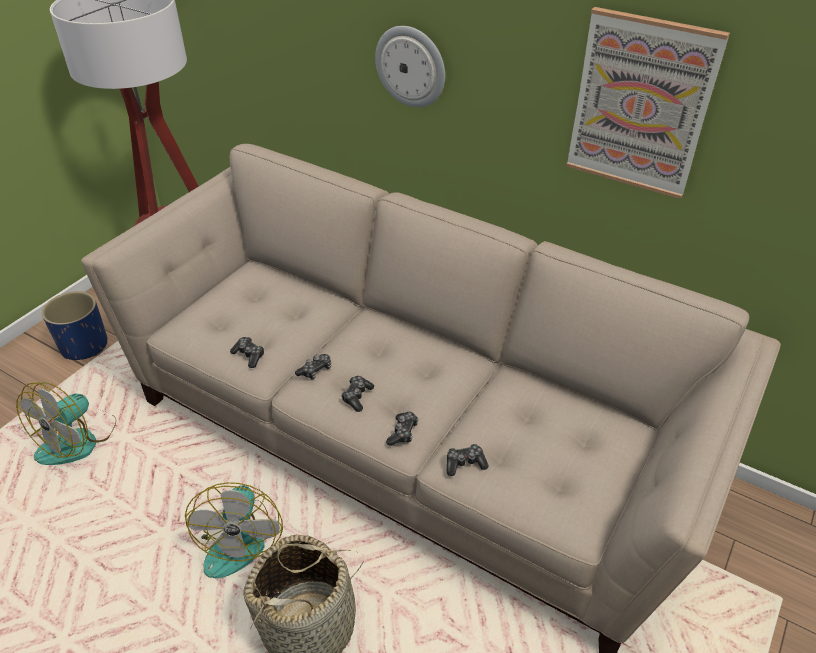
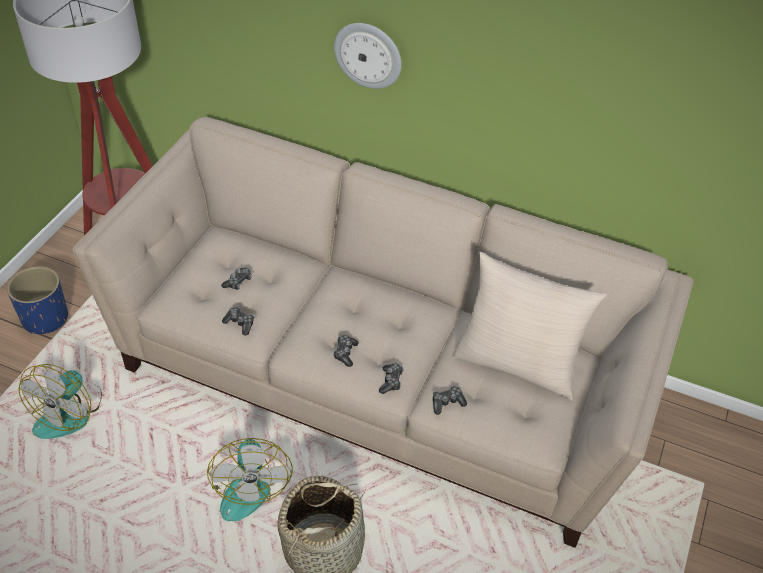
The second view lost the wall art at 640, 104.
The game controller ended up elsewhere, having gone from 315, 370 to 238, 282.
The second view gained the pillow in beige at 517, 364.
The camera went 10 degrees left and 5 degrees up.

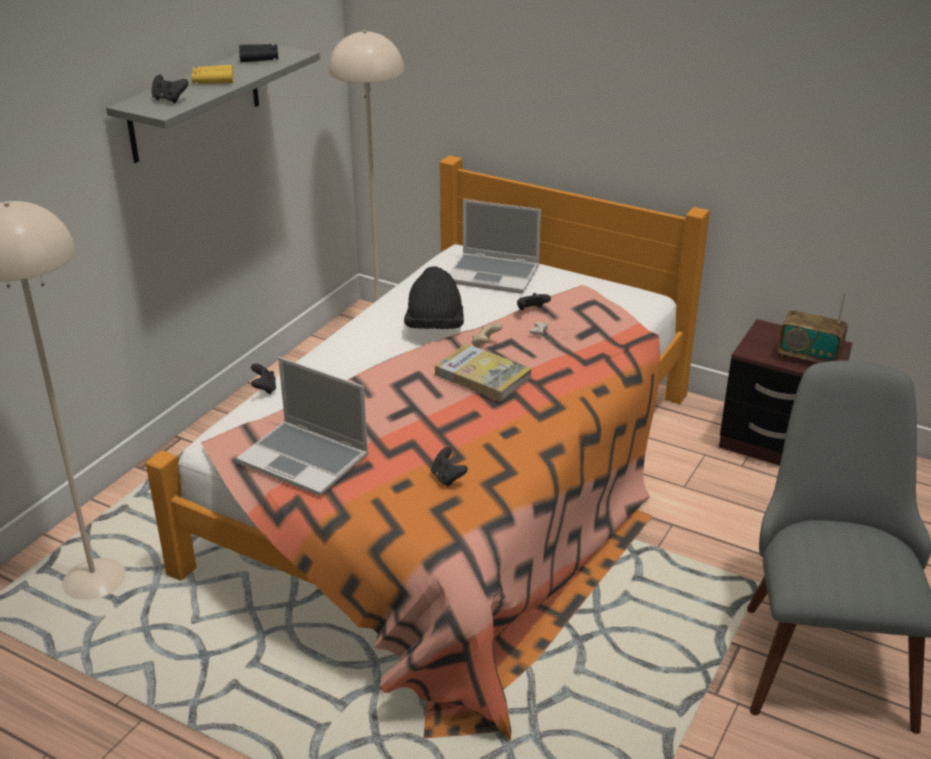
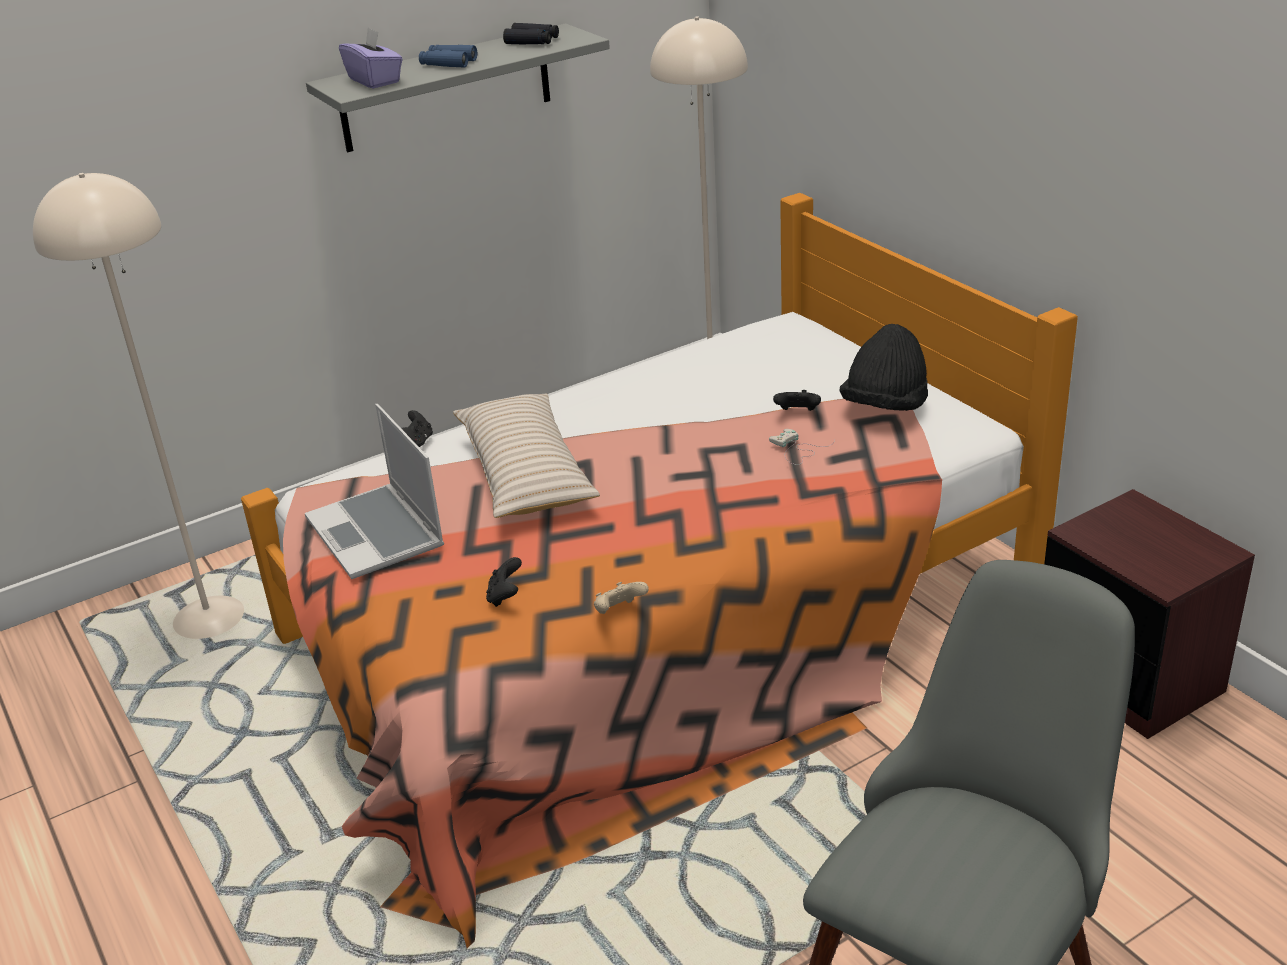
What was the pair of binoculars in yellow at 213, 80 turned into the pair of binoculars in bluish at 448, 63.
Where the game controller in blackish stood at 169, 100, the tissue box in purplish came to stand at 375, 80.
The second view lost the notebook computer at 494, 274.
The wearable hat in blackish ended up elsewhere, having gone from 434, 328 to 885, 406.
The second view lost the radio at 808, 358.
The game controller in beige ended up elsewhere, having gone from 485, 344 to 619, 611.
The second view lost the book at 482, 376.
The second view gained the pillow in beige at 525, 473.
The camera went 30 degrees right and 0 degrees up.

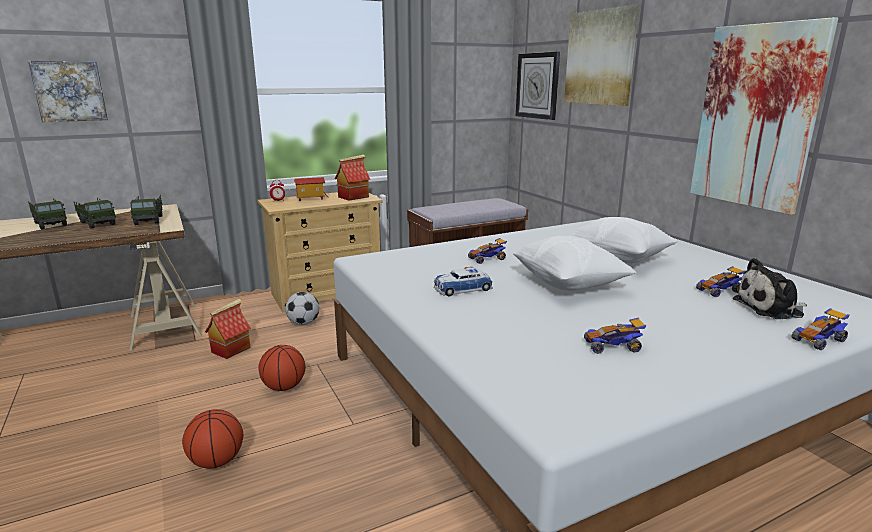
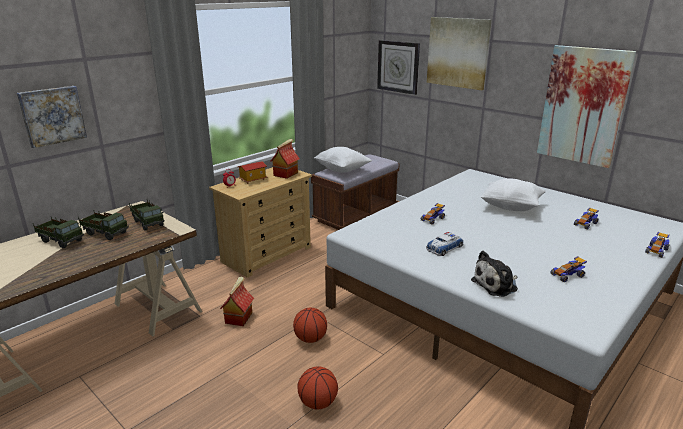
The pillow in whitish ended up elsewhere, having gone from 568, 285 to 342, 170.
The cuddly toy ended up elsewhere, having gone from 771, 308 to 496, 285.
The second view lost the ball for football at 303, 323.
The camera went 20 degrees left and 5 degrees up.

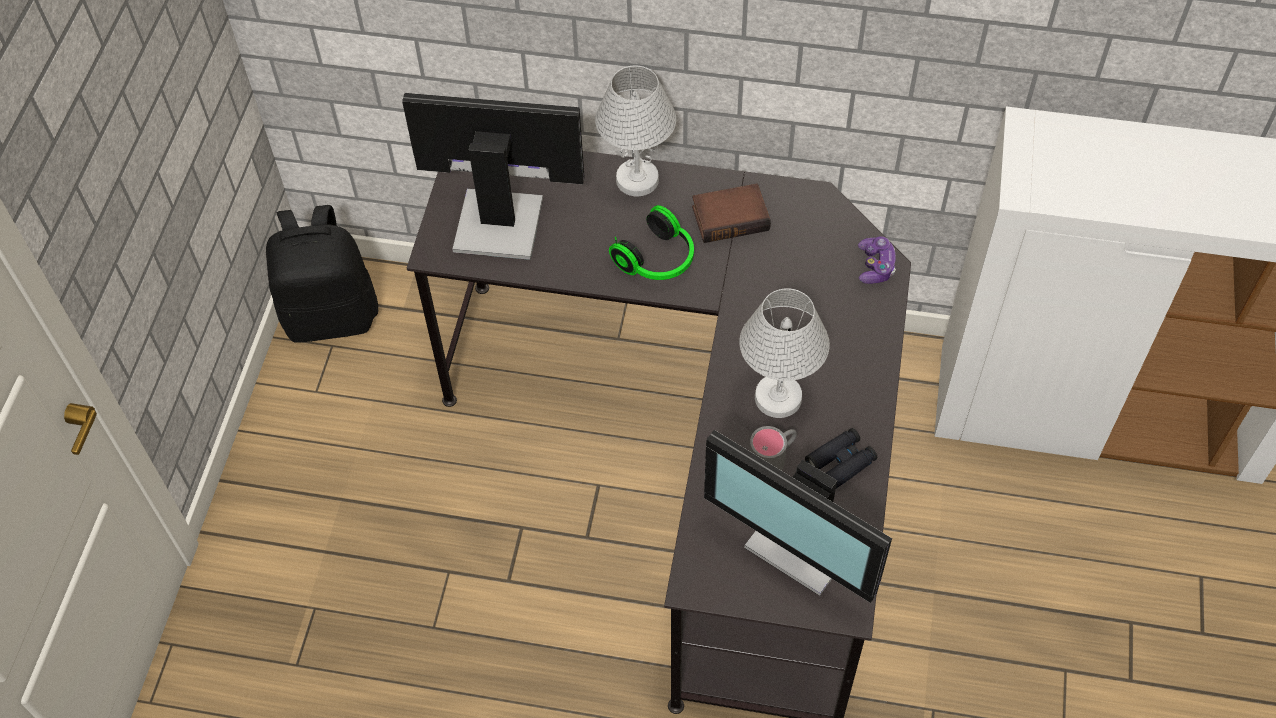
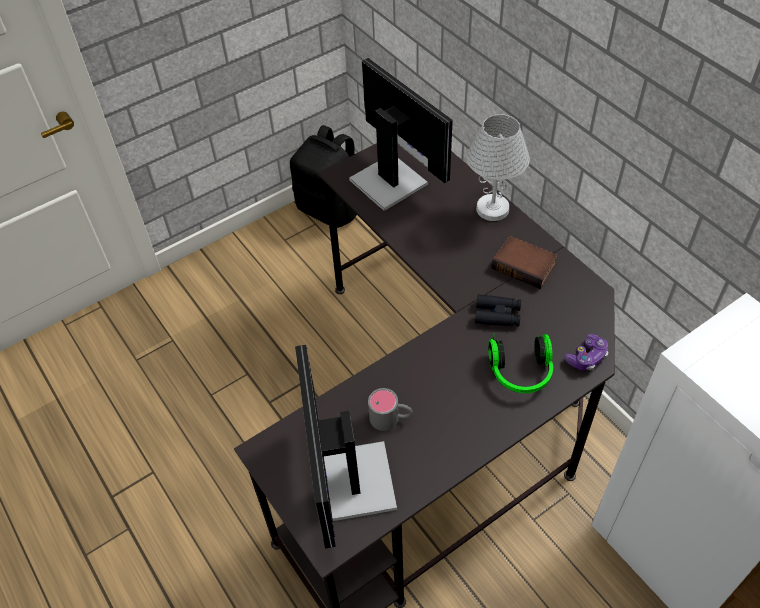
The headphones ended up elsewhere, having gone from 658, 260 to 521, 373.
The second view lost the tabletop lamp in whitish at 779, 397.
The pair of binoculars in blackish ended up elsewhere, having gone from 841, 462 to 497, 315.
The camera went 45 degrees right and 5 degrees down.

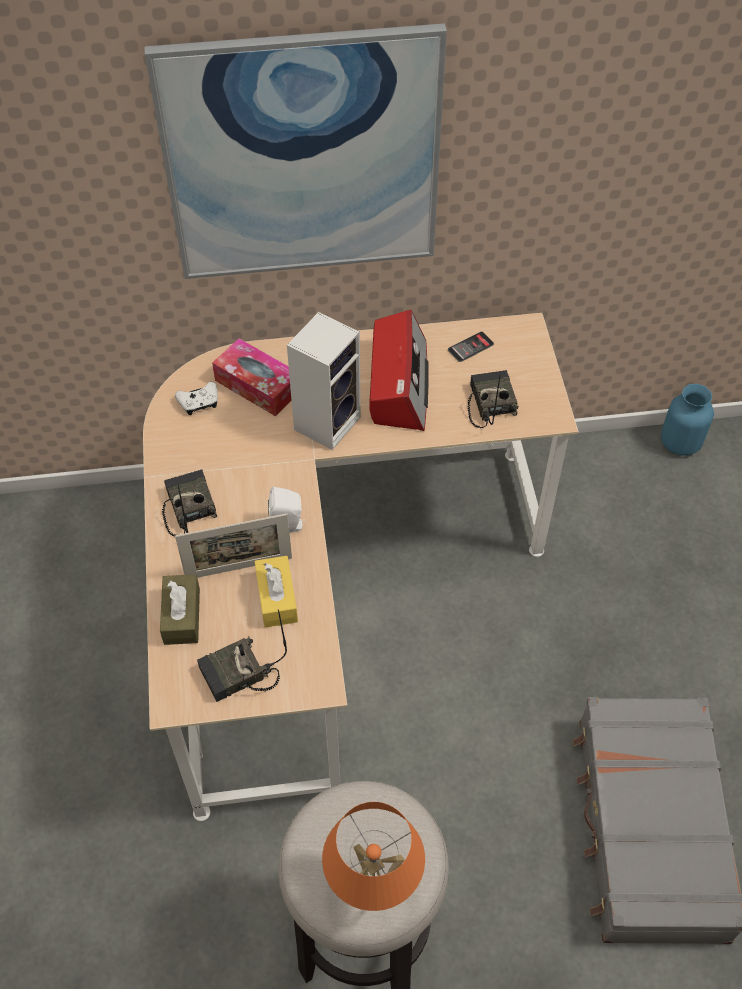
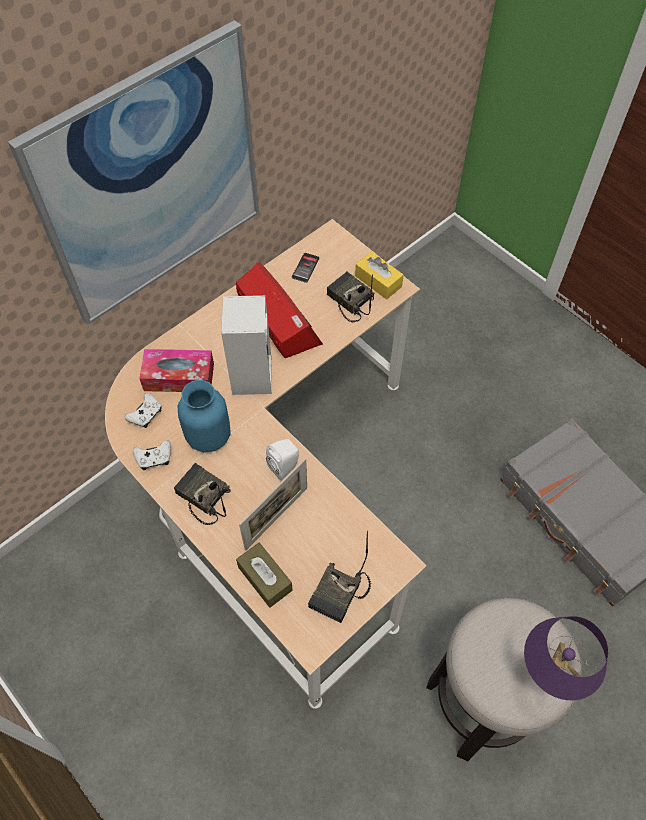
The vase in bluish ended up elsewhere, having gone from 680, 443 to 208, 435.
The tissue box in yellow ended up elsewhere, having gone from 277, 598 to 378, 281.
What was the tabletop lamp in orange-coloured at 373, 892 turned into the tabletop lamp in purplish at 543, 678.
The second view gained the game controller in whitish at 154, 458.
The camera went 35 degrees left and 5 degrees up.

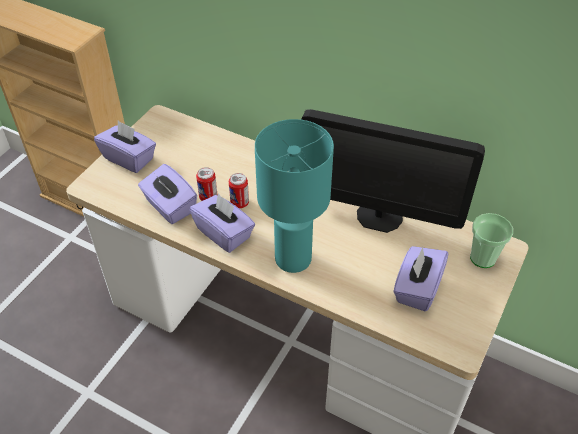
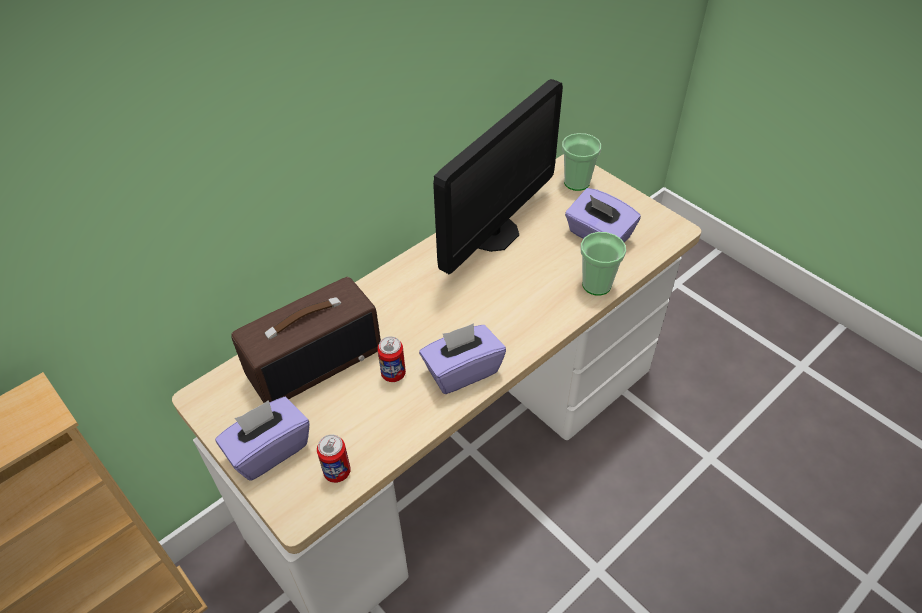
The second view lost the tabletop lamp in turquoise-coloured at 293, 260.
The second view lost the tissue box in purplish at 170, 207.
The sealed can ended up elsewhere, having gone from 239, 203 to 337, 472.
The second view gained the small cup at 596, 285.
The second view gained the radio at 315, 361.
The camera went 70 degrees left and 0 degrees up.

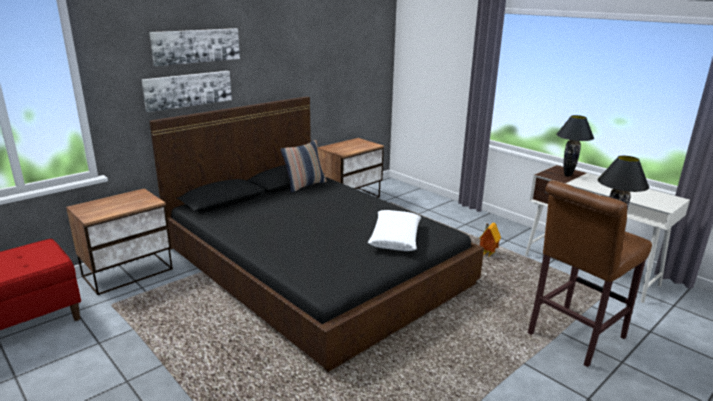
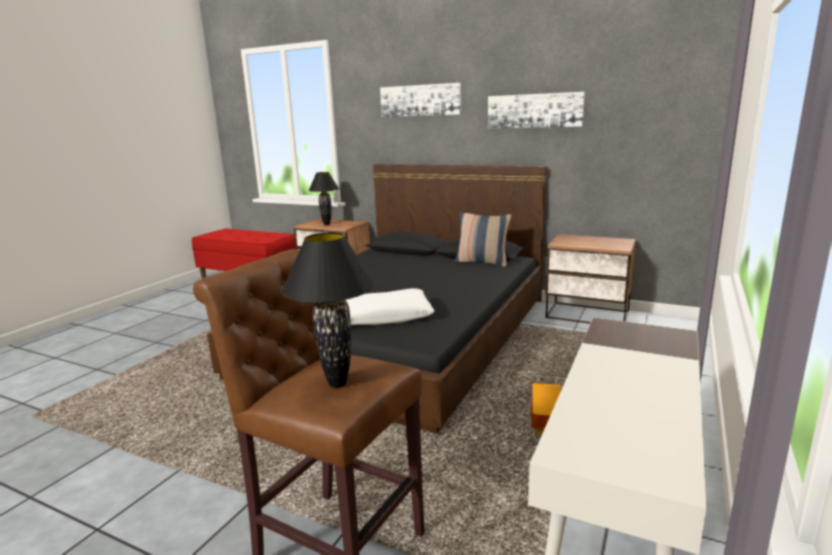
The wall art ended up elsewhere, having gone from 188, 90 to 534, 110.
The tabletop lamp in blackish ended up elsewhere, having gone from 567, 175 to 326, 224.
The camera went 70 degrees right and 5 degrees down.

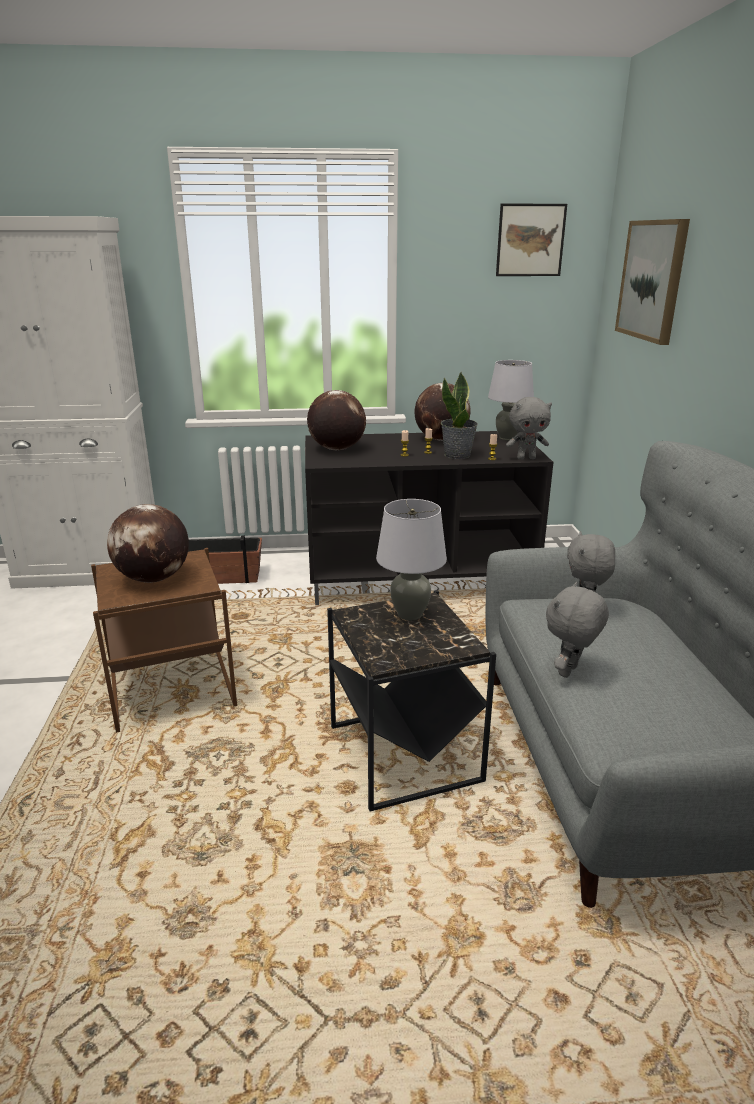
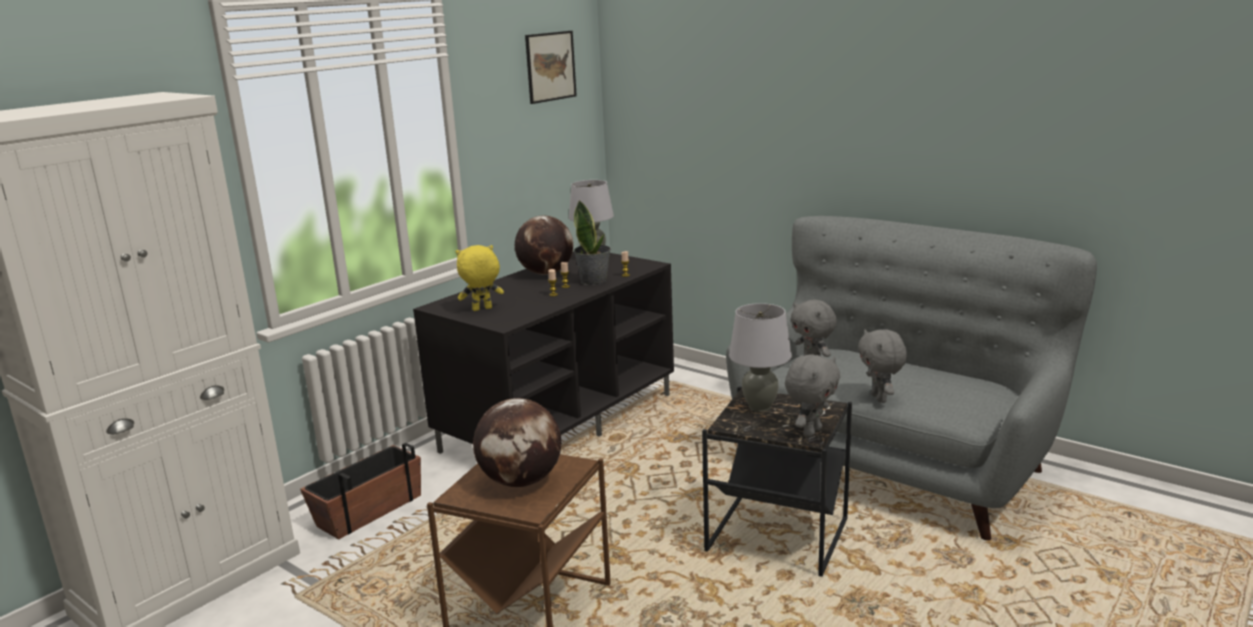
The second view lost the wall art at 652, 280.
Where the globe stood at 336, 449, the cuddly toy in yellow came to stand at 482, 309.
The cuddly toy in greyish ended up elsewhere, having gone from 526, 458 to 811, 431.
The camera went 45 degrees left and 5 degrees down.

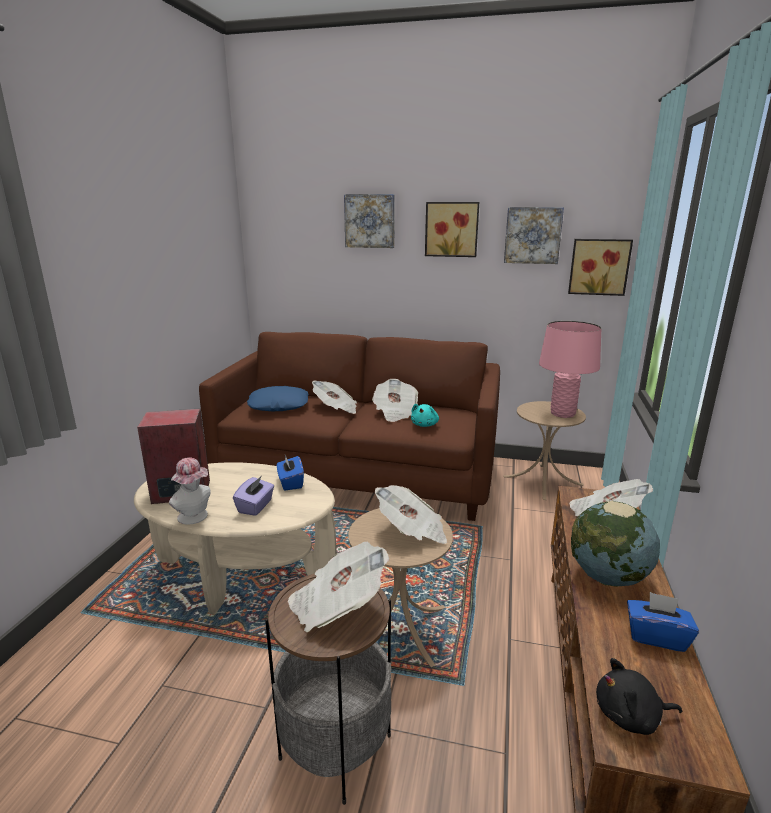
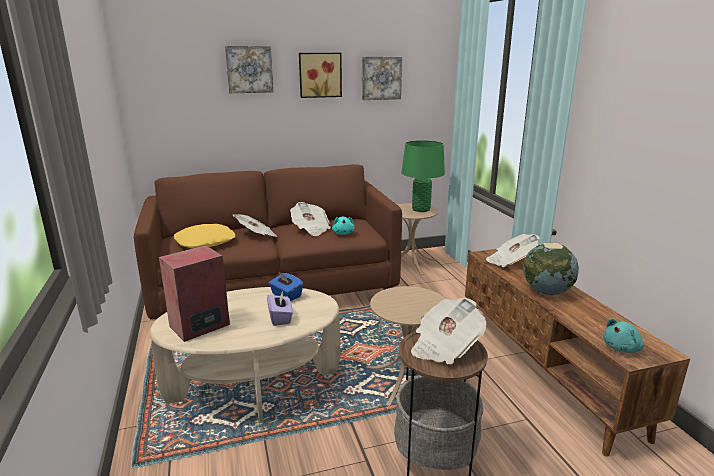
The second view lost the wall art at 599, 267.
What was the tabletop lamp in pink-coloured at 563, 414 turned into the tabletop lamp in greenish at 421, 209.
What was the pillow in bluish at 279, 405 turned into the pillow in yellow at 205, 242.
The second view lost the wearable hat at 195, 517.
The second view lost the daily paper at 412, 531.
The second view lost the tissue box in bluish at 656, 636.
What was the cuddly toy in blackish at 630, 716 turned into the cuddly toy in turquoise-coloured at 622, 348.
The camera went 30 degrees left and 0 degrees up.

